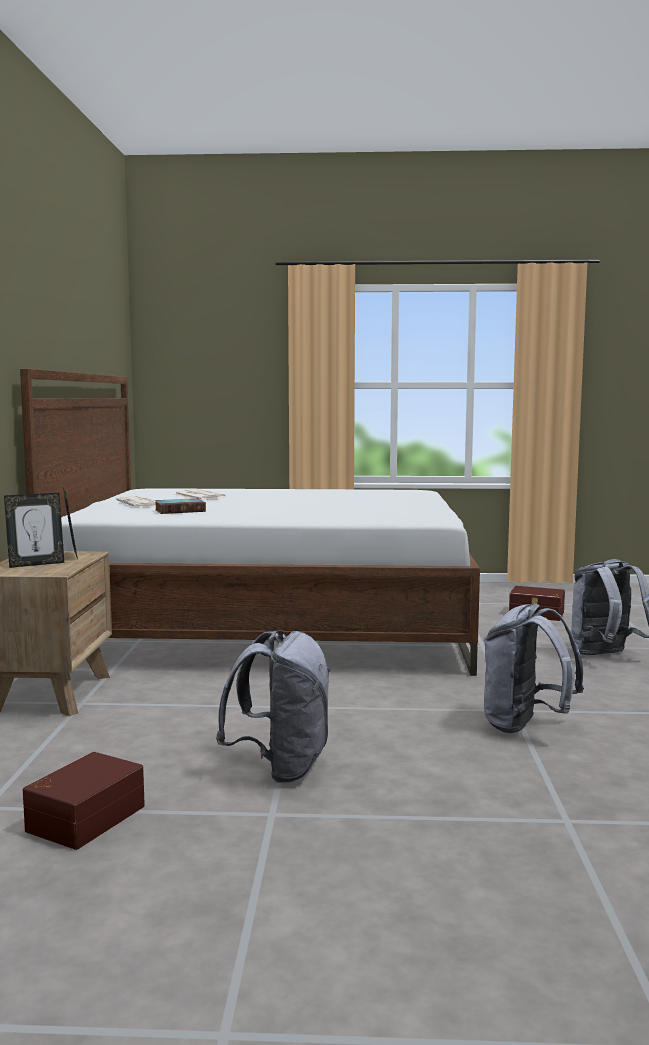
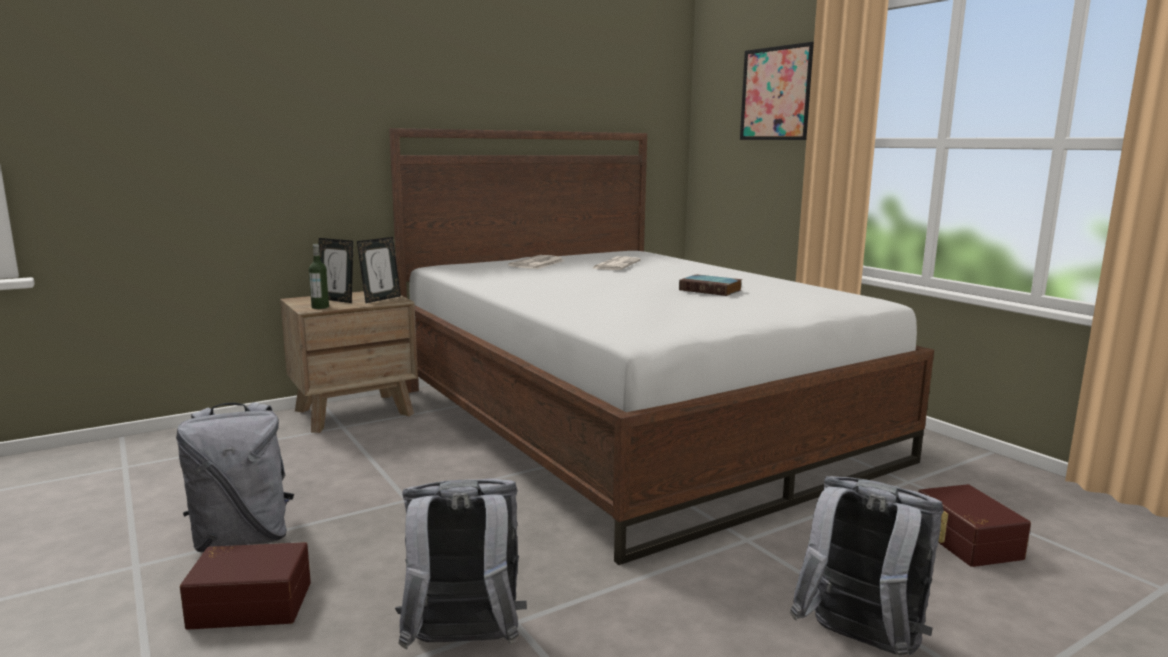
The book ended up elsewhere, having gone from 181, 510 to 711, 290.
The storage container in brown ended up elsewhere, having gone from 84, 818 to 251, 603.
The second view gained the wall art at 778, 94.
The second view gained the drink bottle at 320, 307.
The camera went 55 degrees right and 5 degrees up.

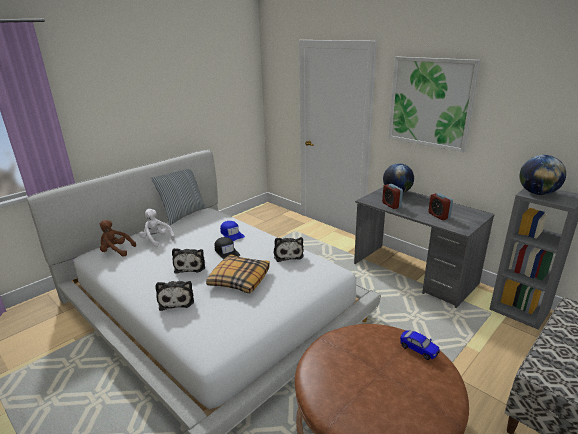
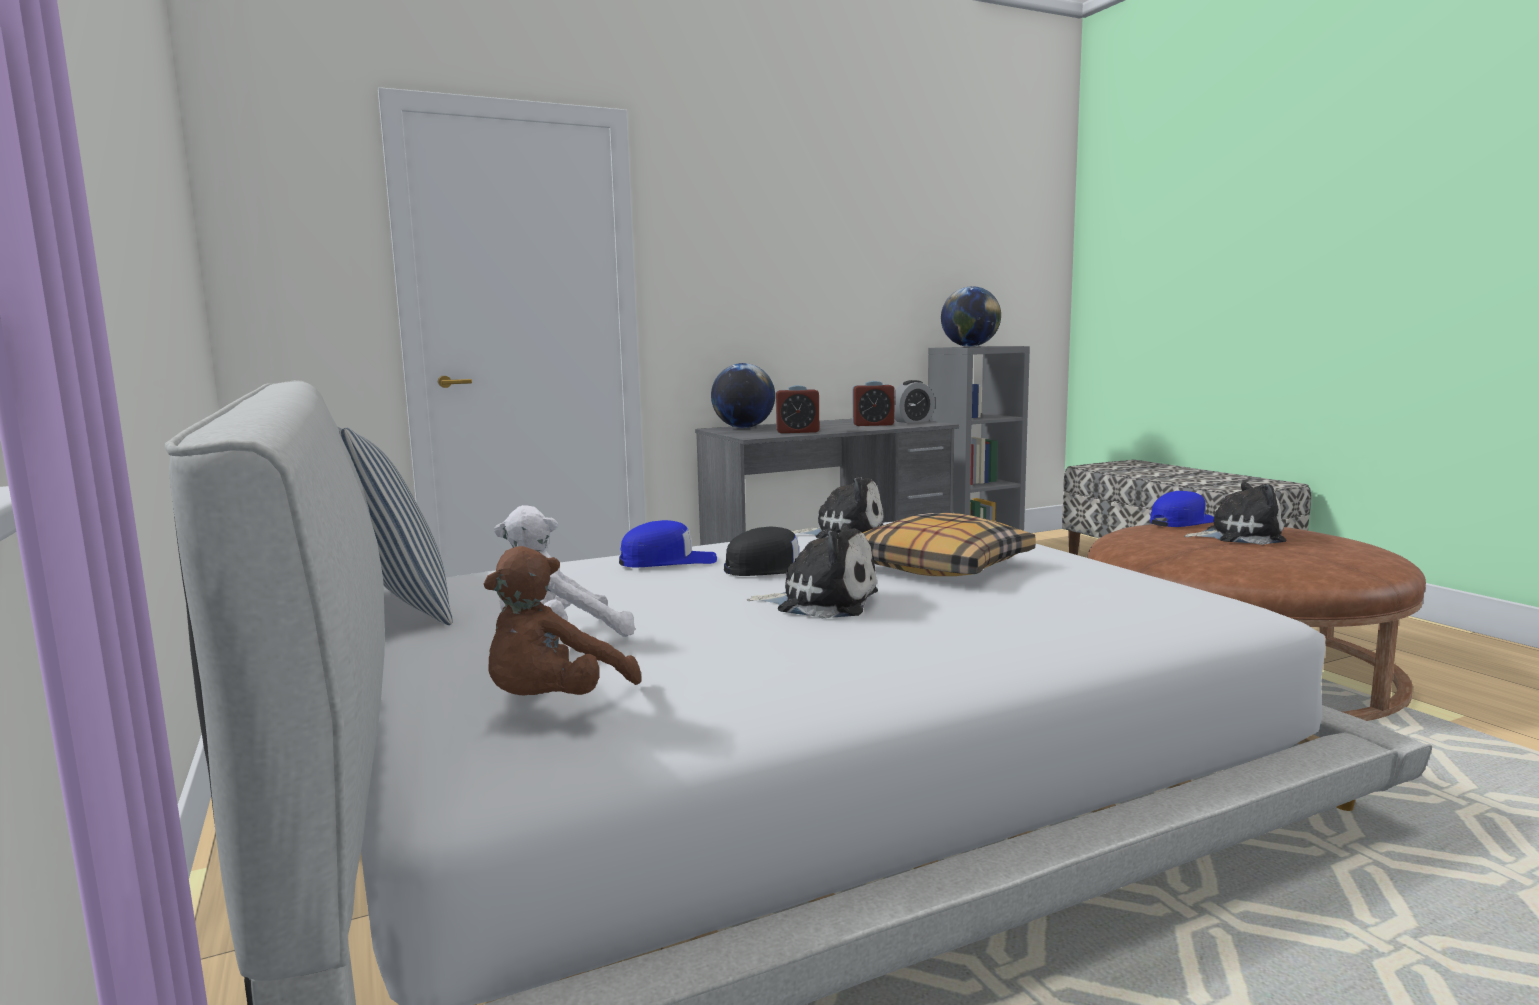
The second view lost the wall art at 430, 102.
The cuddly toy ended up elsewhere, having gone from 177, 300 to 1238, 536.
Where the model car stood at 418, 349, the cap in bluish came to stand at 1183, 522.
The second view gained the table clock at 912, 421.
The camera went 70 degrees left and 15 degrees down.

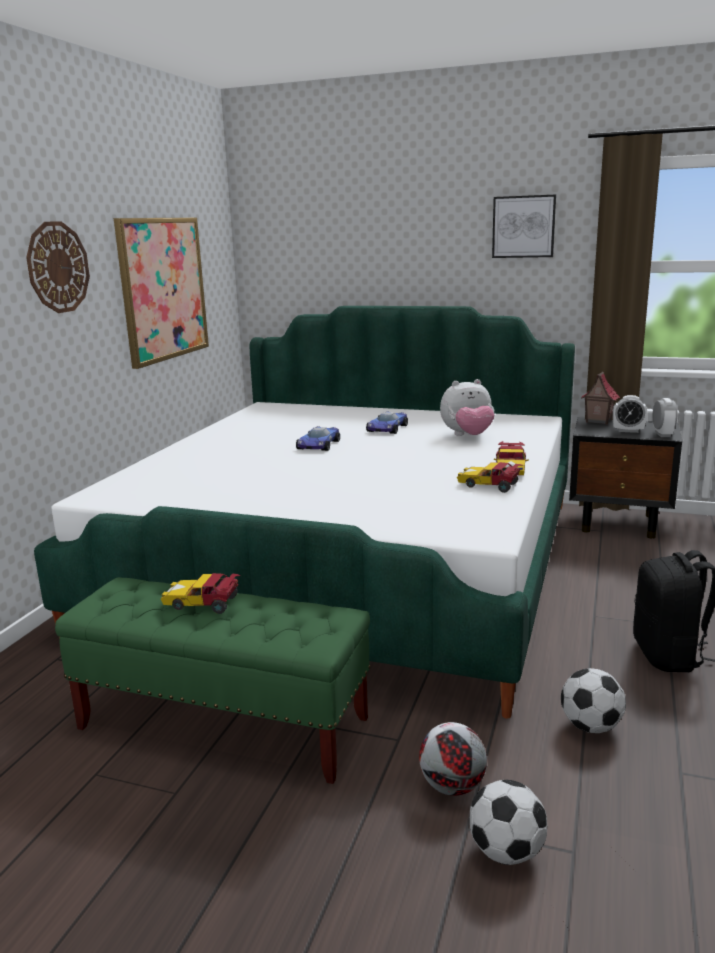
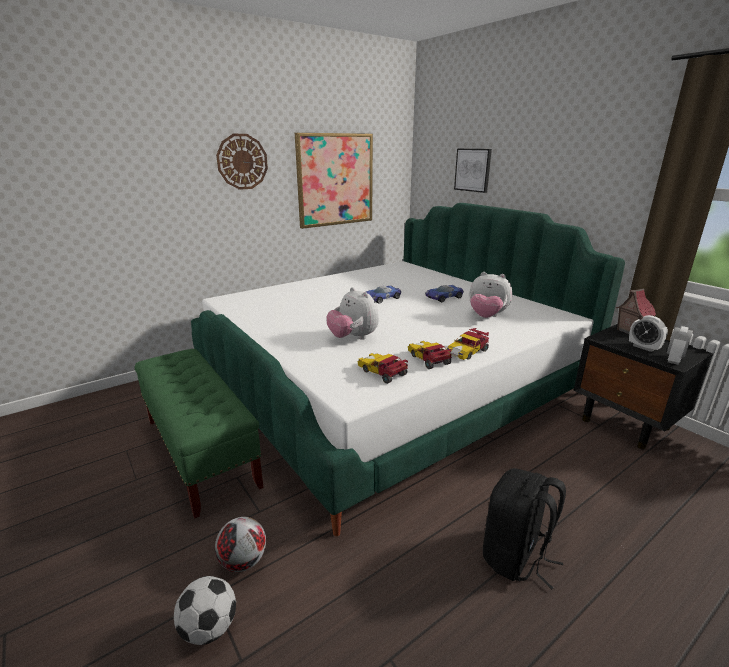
The wall art ended up elsewhere, having gone from 523, 226 to 473, 170.
The model car ended up elsewhere, having gone from 204, 603 to 383, 373.
The second view lost the ball for football at 590, 726.
The second view gained the cuddly toy at 353, 338.
The camera went 35 degrees right and 5 degrees up.

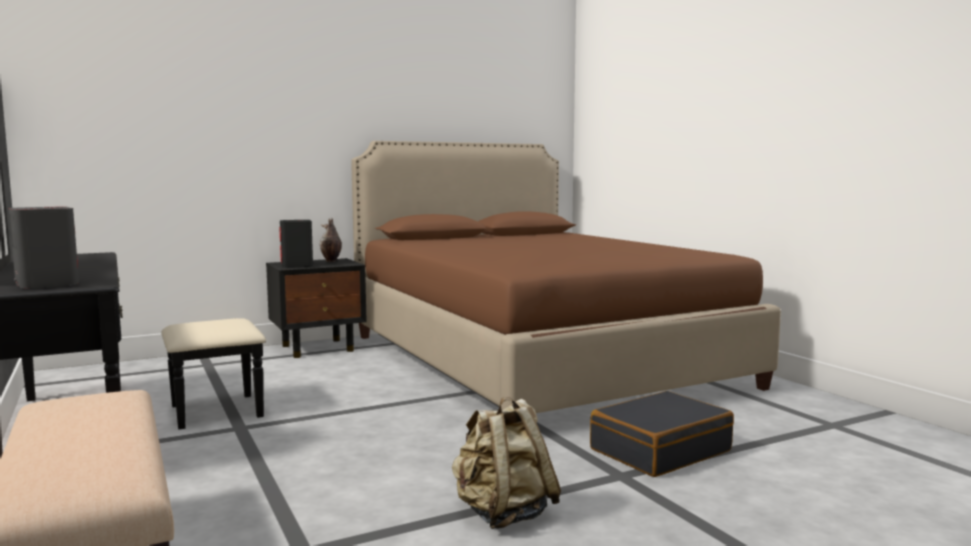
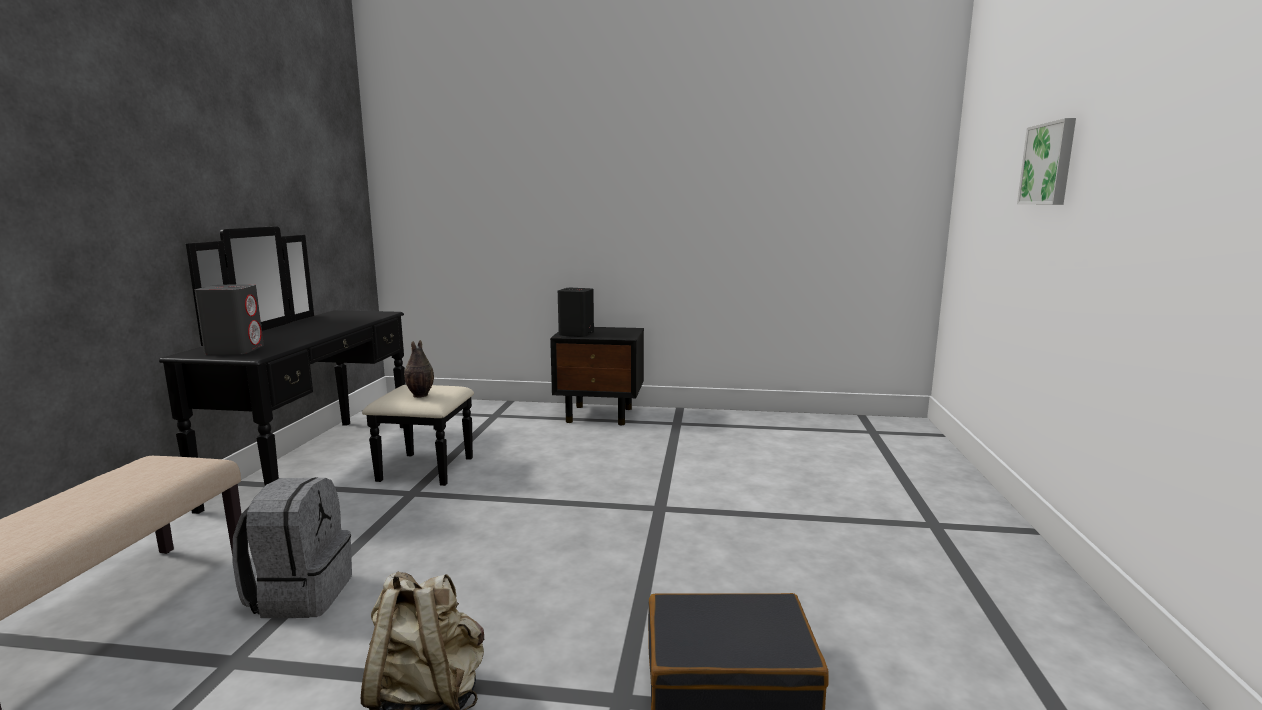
The second view lost the bed in brown at 536, 360.
The vase ended up elsewhere, having gone from 331, 261 to 420, 395.
The second view gained the wall art at 1049, 164.
The second view gained the knapsack in greyish at 300, 595.
The camera went 35 degrees right and 5 degrees up.

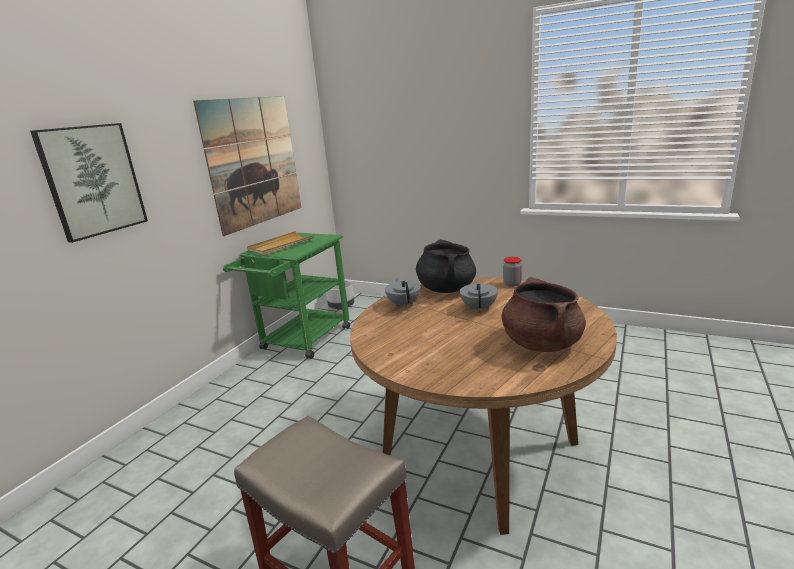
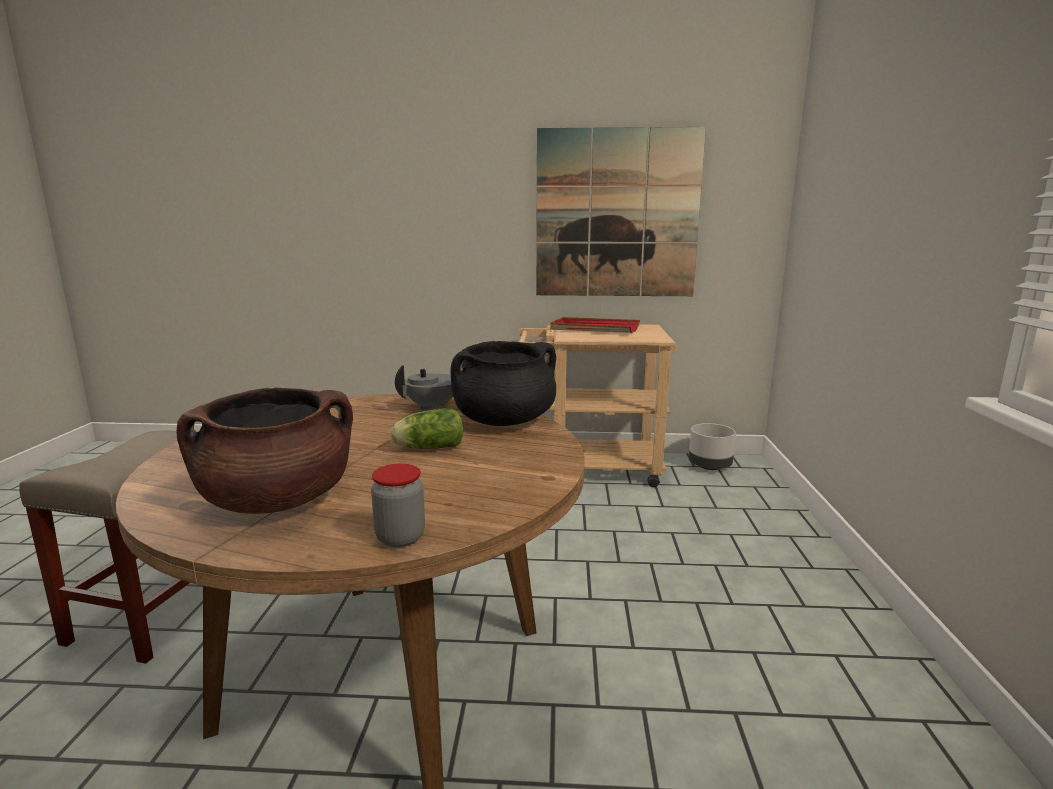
The second view lost the wall art at 93, 180.
What was the serving tray in beige at 281, 245 turned into the serving tray in red-coloured at 594, 328.
What was the wheeled cart in greenish at 301, 341 turned into the wheeled cart in beige at 591, 468.
The storage jar ended up elsewhere, having gone from 512, 284 to 400, 538.
Where the tea pot in greyish stood at 479, 308, the lettuce head came to stand at 427, 448.
The camera went 65 degrees right and 5 degrees down.

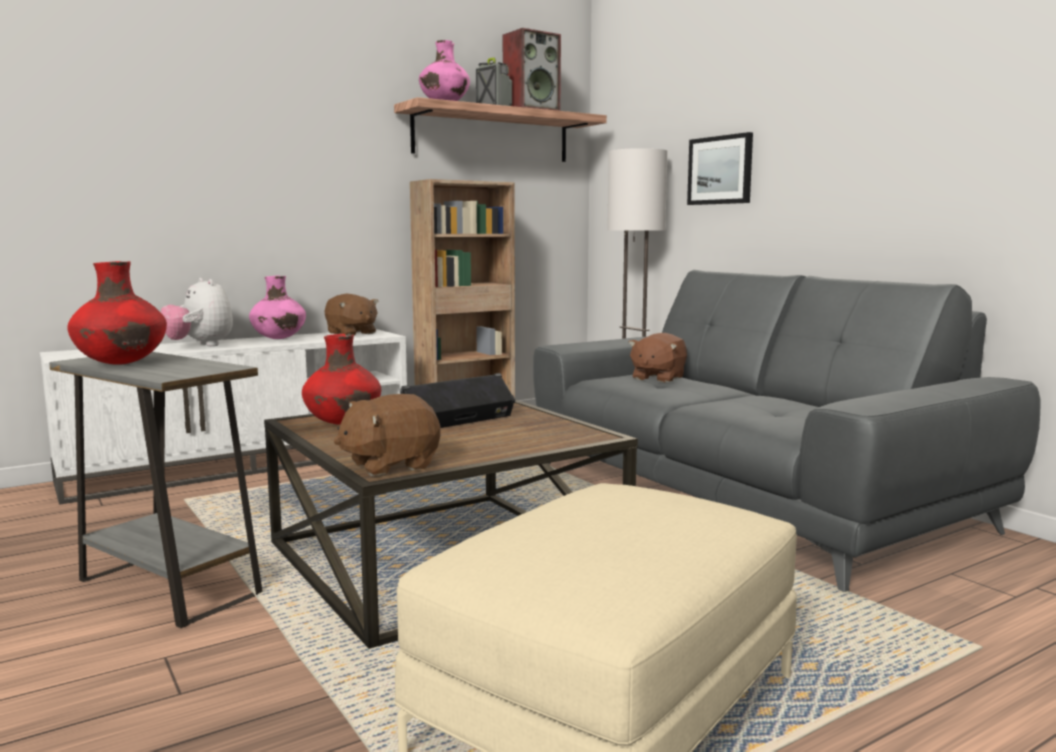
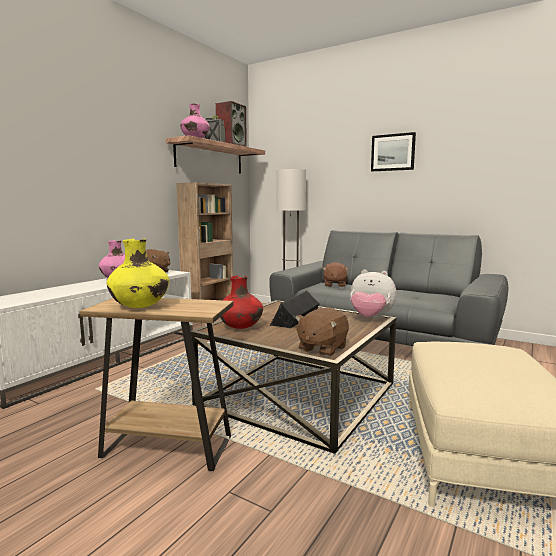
The wall art ended up elsewhere, having gone from 720, 170 to 393, 152.
What was the vase in red-coloured at 121, 363 turned into the vase in yellow at 140, 307.
The cuddly toy ended up elsewhere, having gone from 200, 345 to 370, 318.
What was the end table in greyish at 169, 587 turned into the end table in brown at 167, 447.
The camera went 25 degrees left and 0 degrees up.

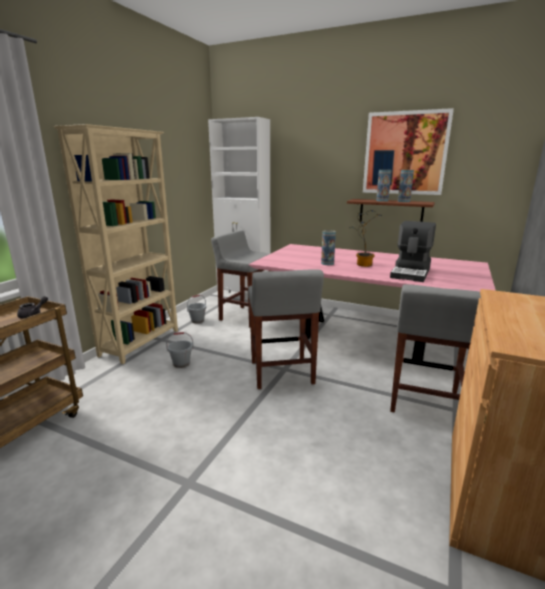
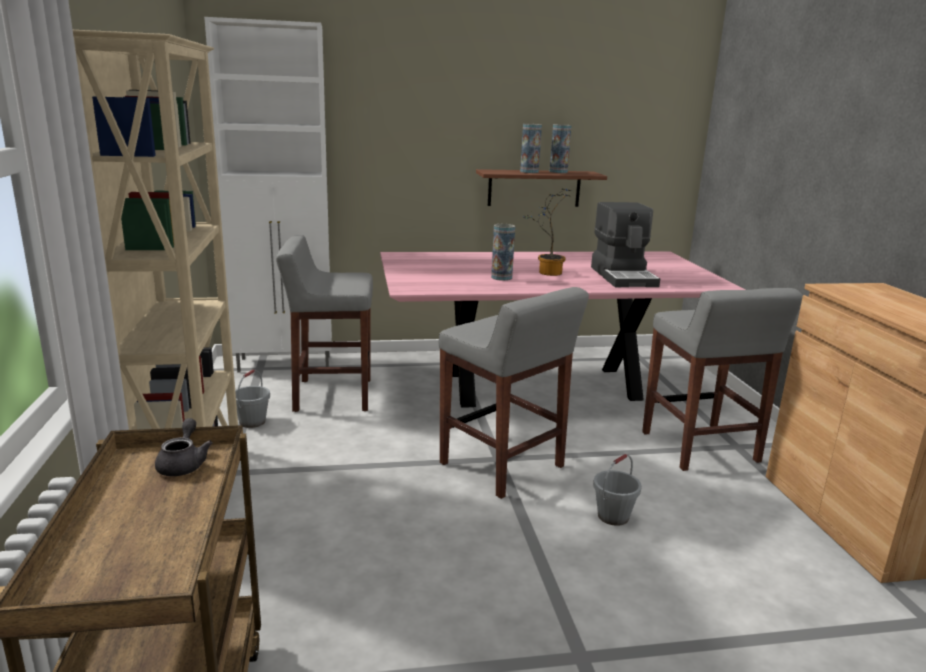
The second view lost the wall art at 405, 153.
The bucket in greyish ended up elsewhere, having gone from 181, 363 to 613, 516.
The camera went 35 degrees left and 0 degrees up.

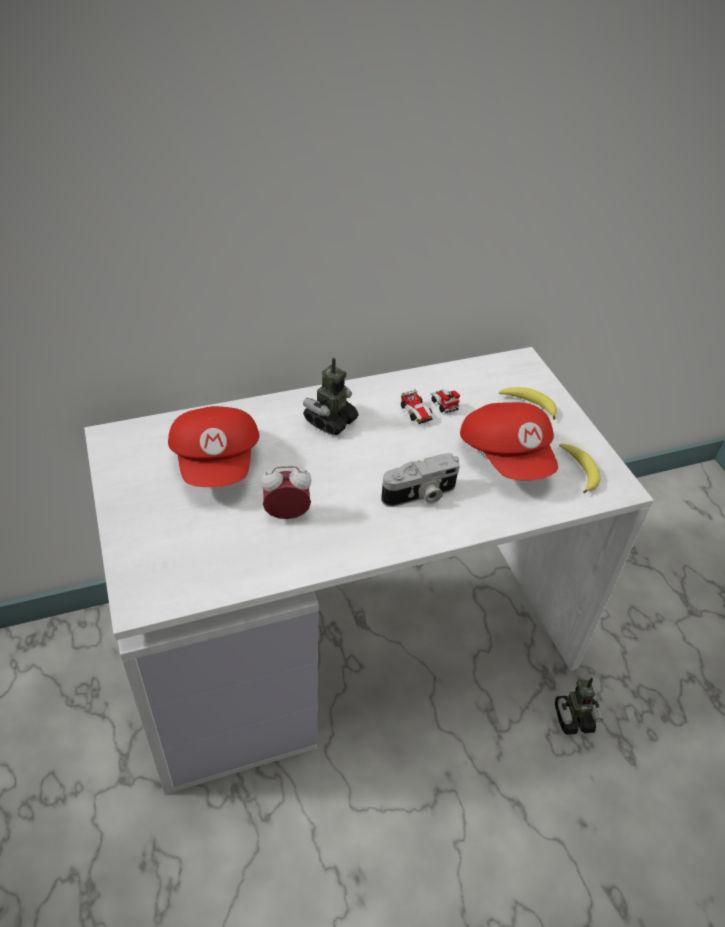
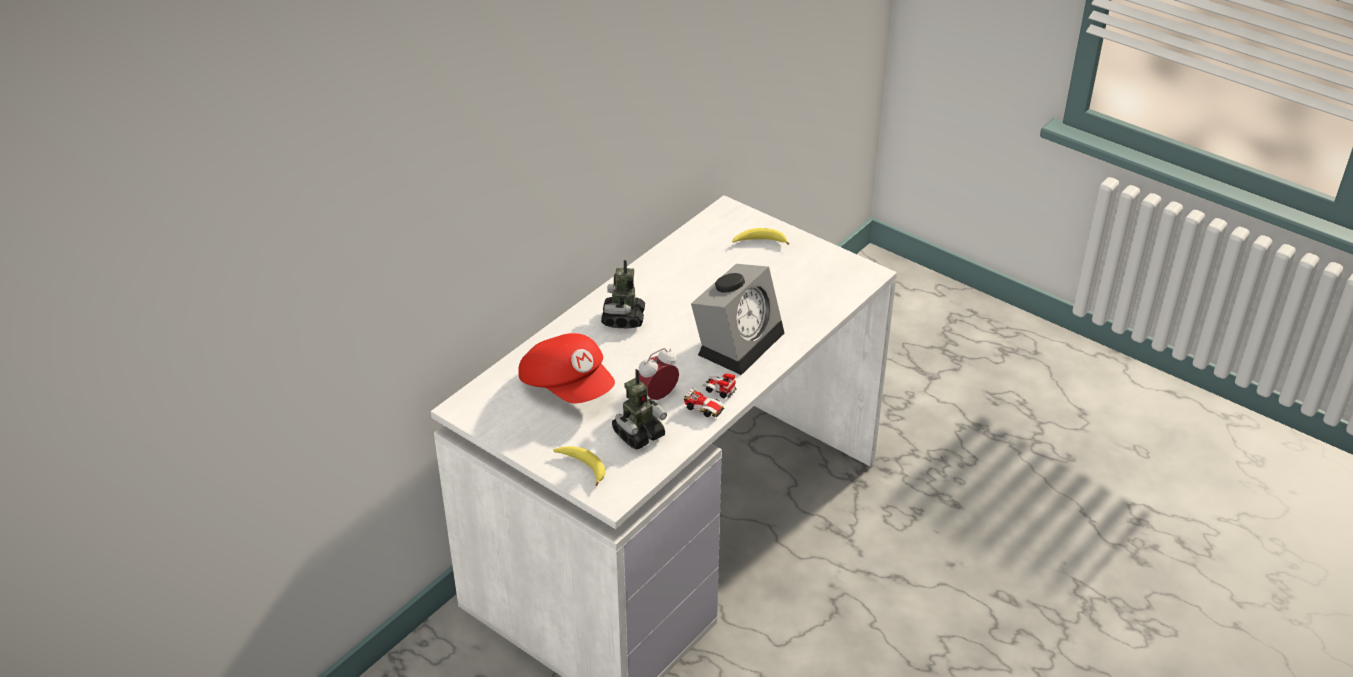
The model car ended up elsewhere, having gone from 430, 410 to 712, 401.
The second view lost the cap in red-coloured at 507, 457.
The banana ended up elsewhere, having gone from 579, 471 to 582, 466.
Where the photo camera stood at 420, 495, the table clock came to stand at 739, 340.
The model robot ended up elsewhere, having gone from 573, 718 to 638, 434.
The camera went 30 degrees left and 5 degrees down.

